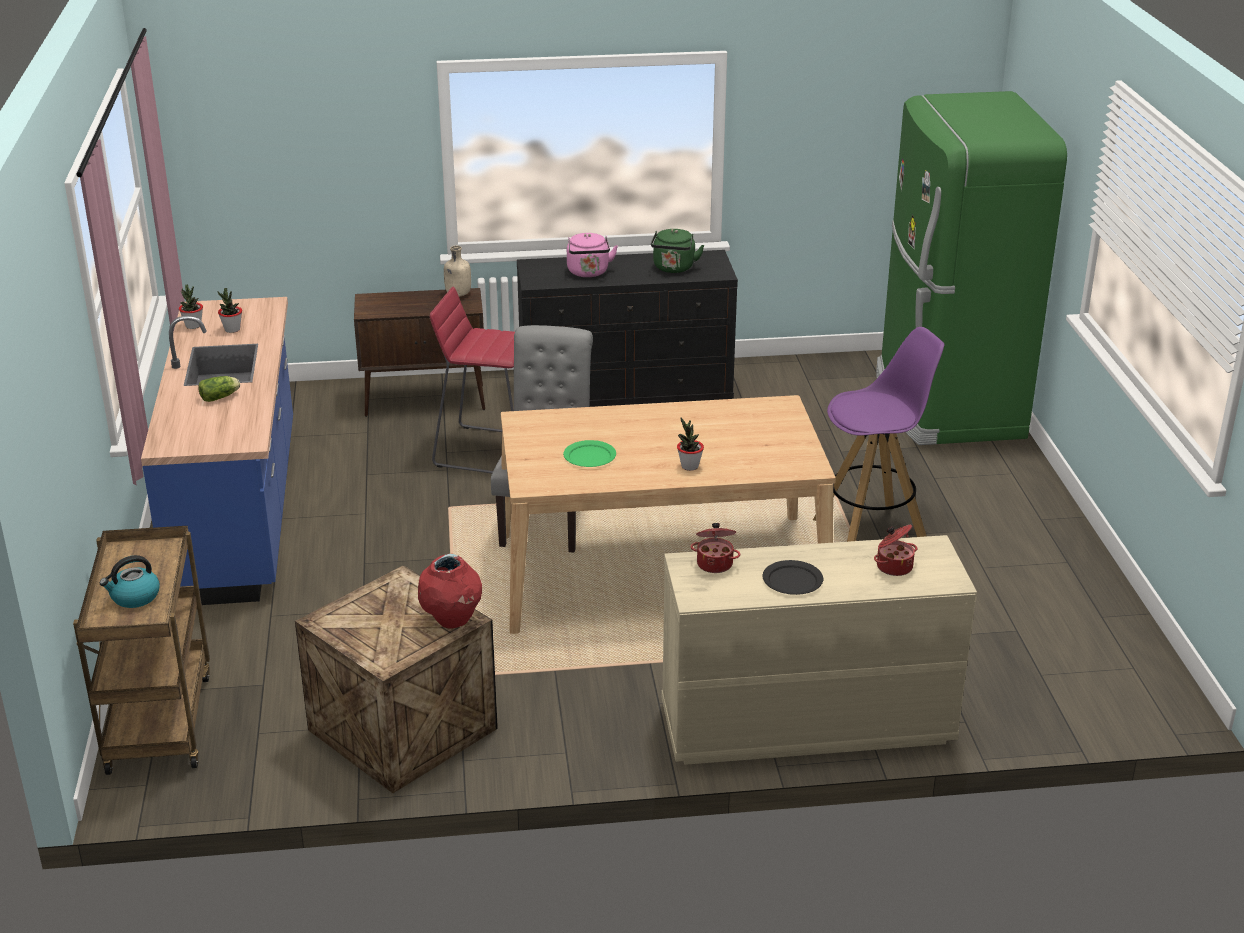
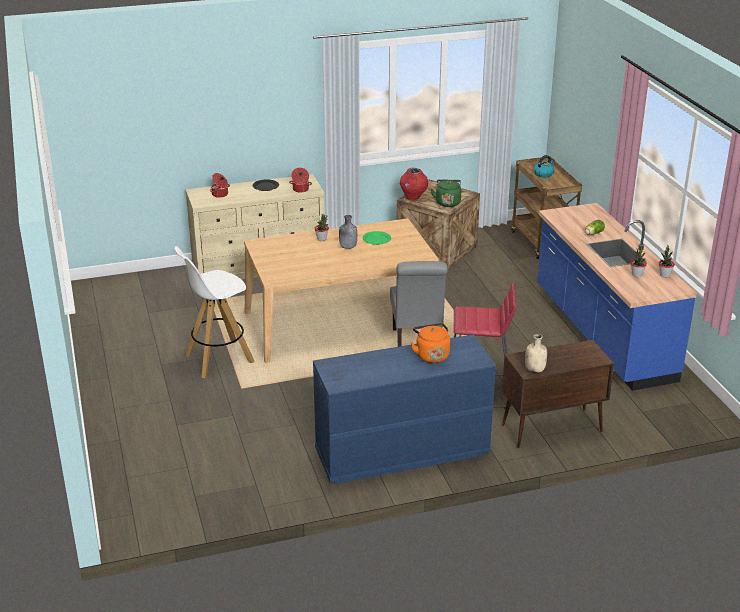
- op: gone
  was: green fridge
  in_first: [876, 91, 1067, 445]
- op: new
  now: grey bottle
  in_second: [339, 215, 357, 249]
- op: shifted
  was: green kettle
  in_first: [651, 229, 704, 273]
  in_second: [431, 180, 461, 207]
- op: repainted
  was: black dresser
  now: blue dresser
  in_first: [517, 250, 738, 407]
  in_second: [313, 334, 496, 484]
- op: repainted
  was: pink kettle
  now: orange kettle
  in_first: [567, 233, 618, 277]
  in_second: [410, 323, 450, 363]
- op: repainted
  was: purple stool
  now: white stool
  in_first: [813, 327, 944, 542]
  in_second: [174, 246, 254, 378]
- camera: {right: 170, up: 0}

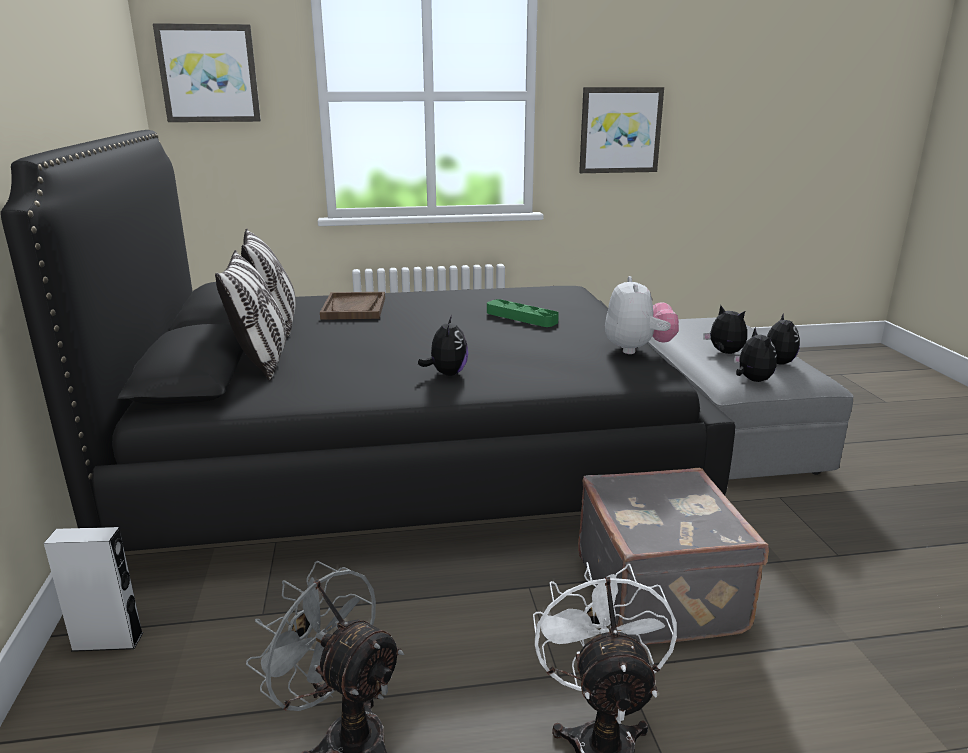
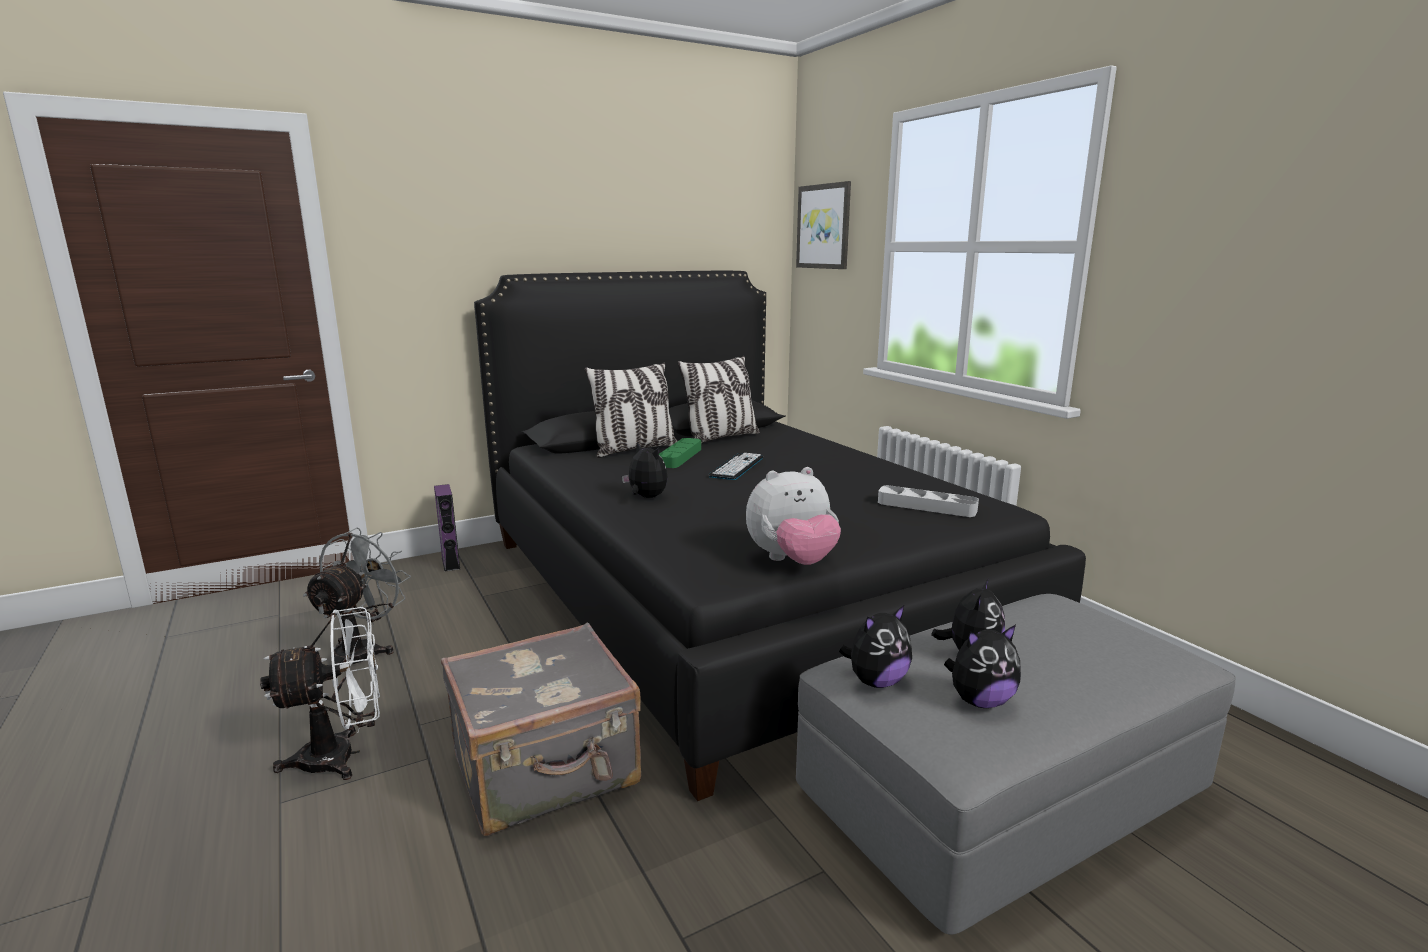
- op: gone
  was: brown tray
  in_first: [320, 292, 385, 320]
- op: gone
  was: picture
  in_first: [579, 87, 664, 173]
- op: new
  now: keyboard
  in_second: [708, 453, 763, 480]
- op: new
  now: grey tray
  in_second: [878, 485, 979, 517]
- op: shifted
  was: green tray
  in_first: [487, 299, 559, 327]
  in_second: [659, 438, 701, 468]
- op: repainted
  was: grey speaker
  now: purple speaker
  in_first: [44, 527, 144, 652]
  in_second: [434, 484, 460, 572]
- op: rotated
  was: plush toy
  in_first: [418, 315, 468, 376]
  in_second: [622, 442, 668, 498]
  clockwise: -120
- camera: {right: 70, up: -5}

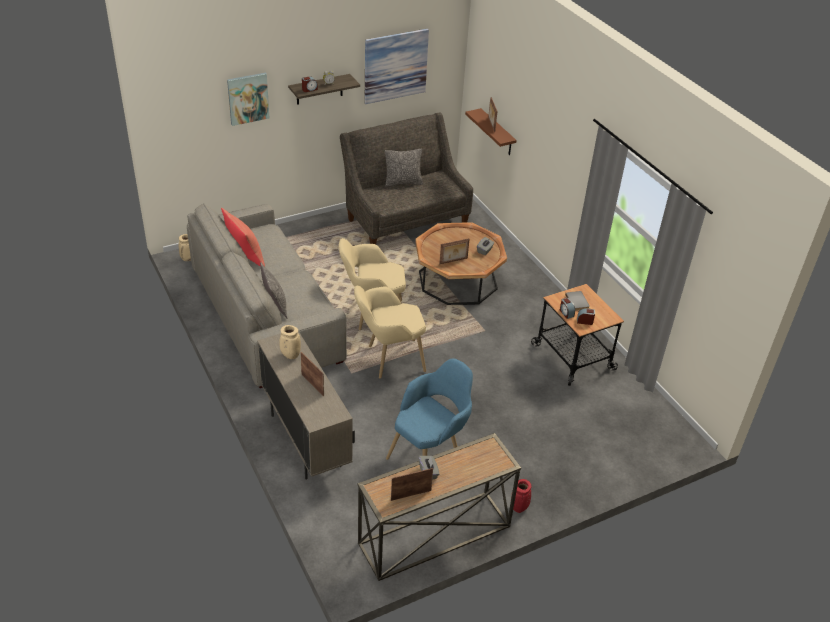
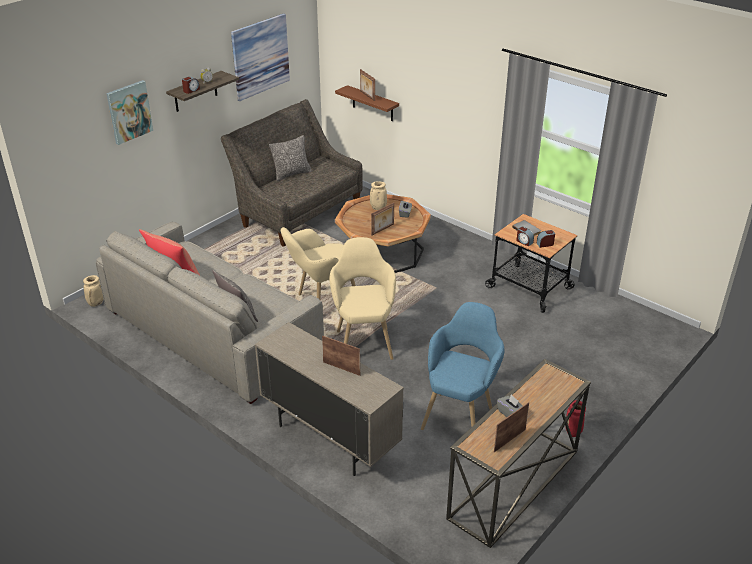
- op: shifted
  was: beige vase
  in_first: [279, 325, 301, 359]
  in_second: [370, 181, 387, 210]
- op: rotated
  was: beige armchair
  in_first: [354, 285, 426, 379]
  in_second: [329, 237, 396, 360]
  clockwise: 120
- camera: {right: -20, up: -5}

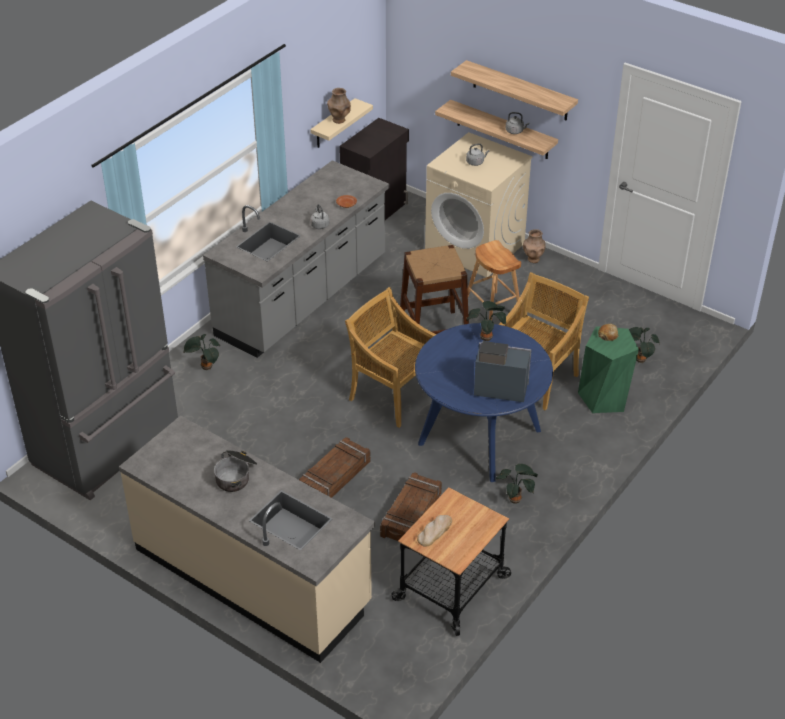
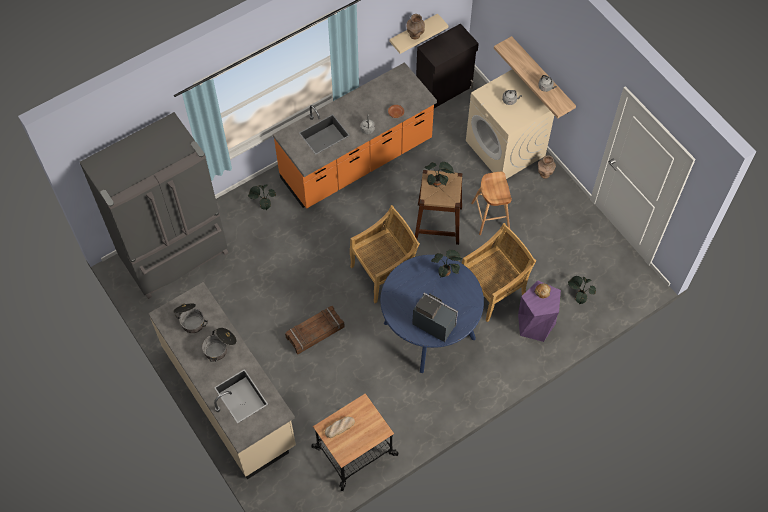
- op: gone
  was: crate
  in_first: [380, 472, 442, 541]
- op: gone
  was: shelf
  in_first: [451, 60, 578, 121]
- op: new
  now: cooking pot
  in_second: [173, 303, 208, 333]
- op: shifted
  was: potted plant
  in_first: [496, 464, 538, 504]
  in_second: [424, 162, 454, 187]
- op: repainted
  was: grey counter
  now: orange counter
  in_first: [203, 160, 389, 358]
  in_second: [273, 62, 437, 209]
- op: repainted
  was: green stool
  now: purple stool
  in_first: [578, 326, 639, 413]
  in_second: [518, 281, 561, 342]
- op: rotated
  was: beige chair
  in_first: [345, 287, 437, 428]
  in_second: [350, 205, 420, 303]
  clockwise: 90
- camera: {right: 20, up: 20}

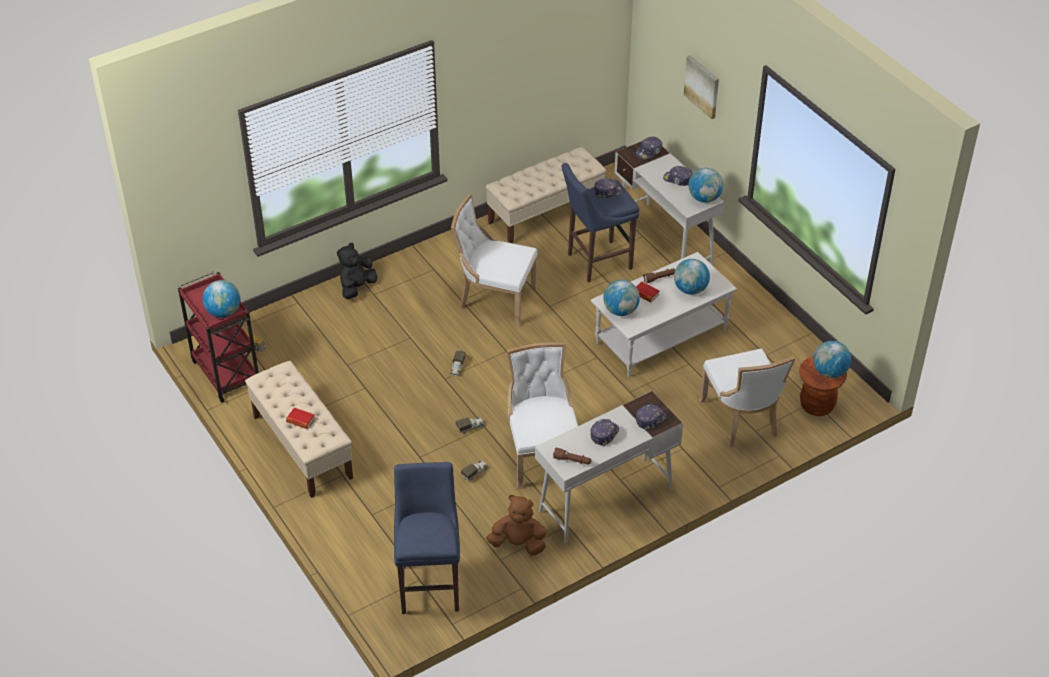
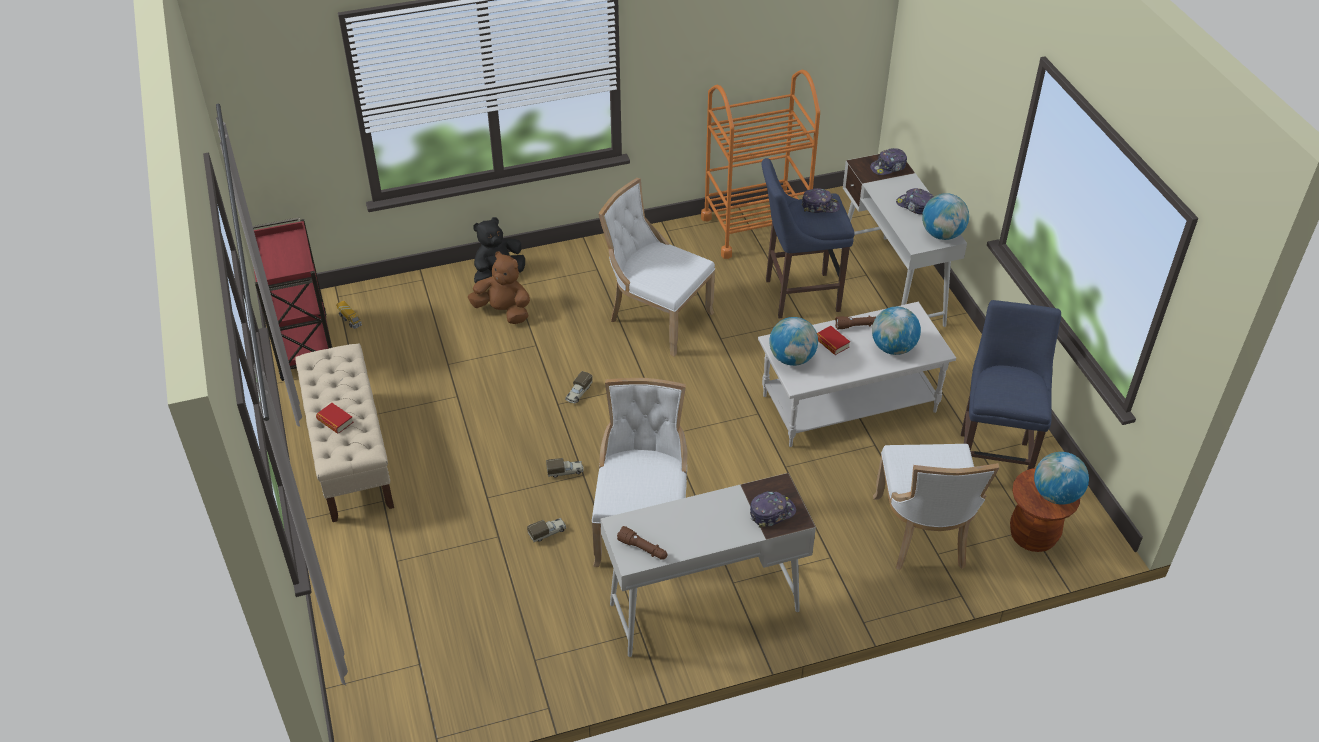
- op: gone
  was: globe
  in_first: [203, 280, 240, 318]
- op: gone
  was: cap
  in_first: [590, 419, 619, 447]
- op: gone
  was: picture
  in_first: [684, 56, 719, 119]
- op: shifted
  was: blue stool
  in_first: [394, 462, 460, 614]
  in_second: [961, 300, 1061, 470]
- op: shifted
  was: brown plush toy
  in_first: [486, 495, 547, 555]
  in_second: [468, 251, 530, 324]
- op: swapped
  was: beige bench
  now: orange cart
  in_first: [485, 147, 606, 243]
  in_second: [701, 69, 820, 259]
- camera: {right: 15, up: 0}

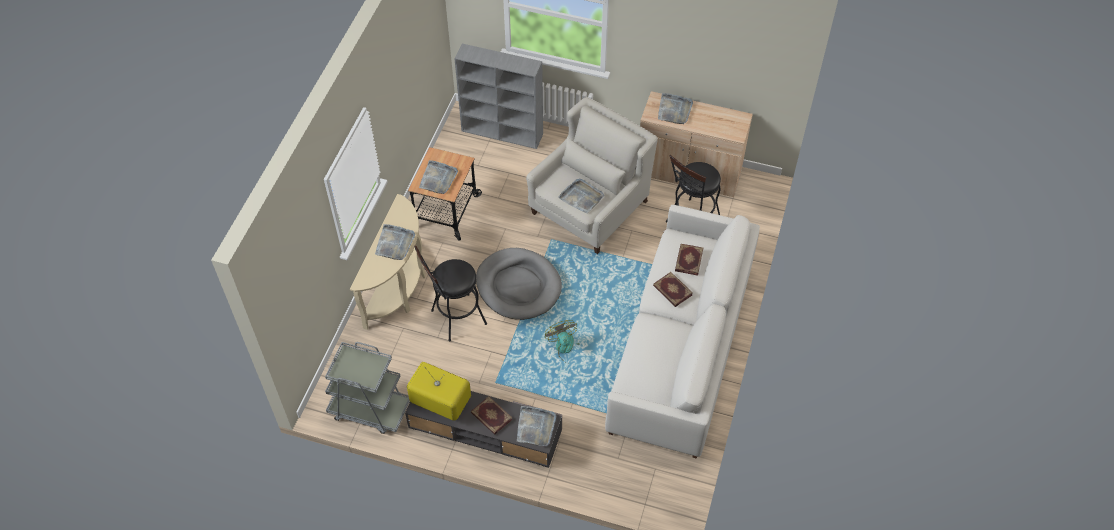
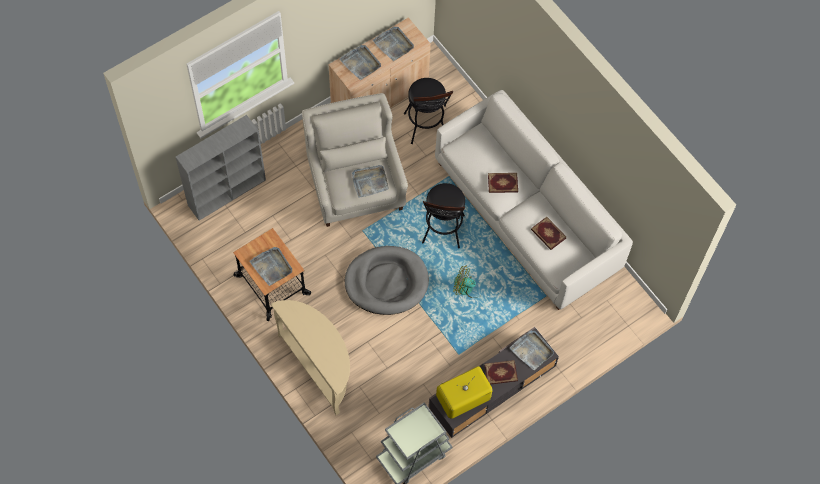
- op: shifted
  was: grey tray
  in_first: [375, 224, 415, 260]
  in_second: [372, 26, 414, 61]
- op: shifted
  was: black stool
  in_first: [414, 246, 487, 341]
  in_second: [422, 183, 465, 248]
- op: shifted
  was: book
  in_first: [675, 244, 703, 276]
  in_second: [531, 217, 566, 250]
- camera: {right: -55, up: 10}

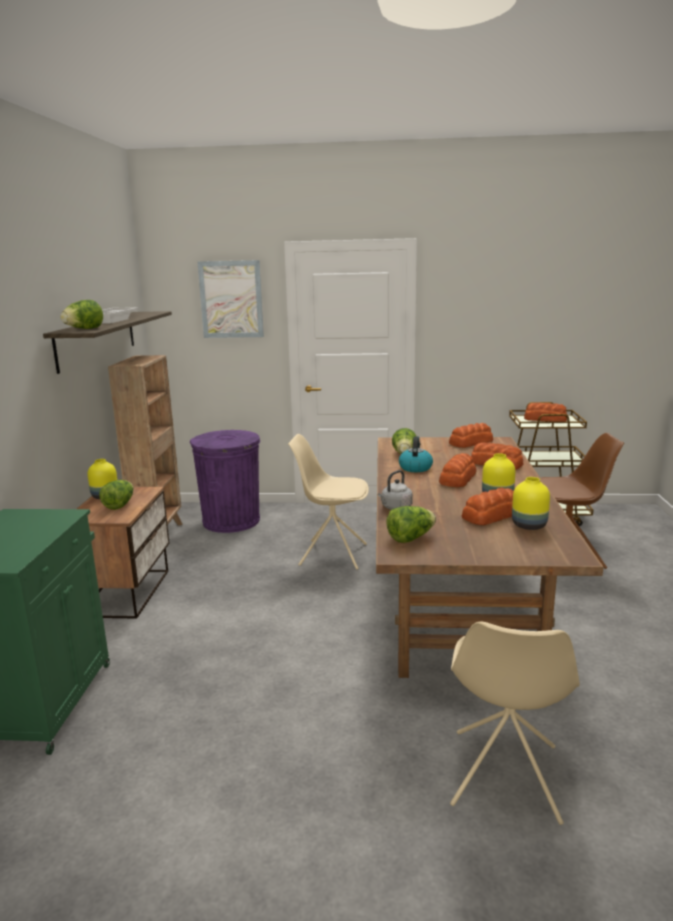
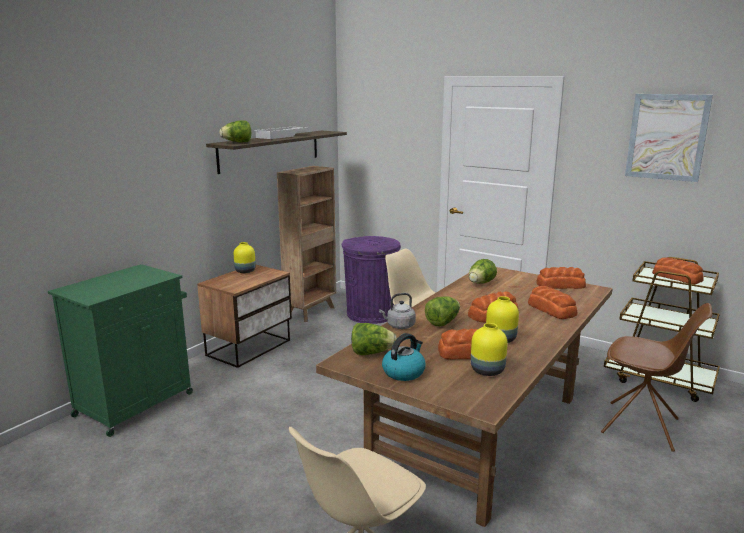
- op: shifted
  was: lettuce
  in_first: [99, 480, 134, 510]
  in_second: [425, 296, 460, 326]
- op: shifted
  was: picture
  in_first: [198, 260, 264, 338]
  in_second: [625, 94, 713, 182]
- op: shifted
  was: kettle
  in_first: [399, 436, 433, 472]
  in_second: [382, 333, 426, 381]
- camera: {right: 30, up: 0}

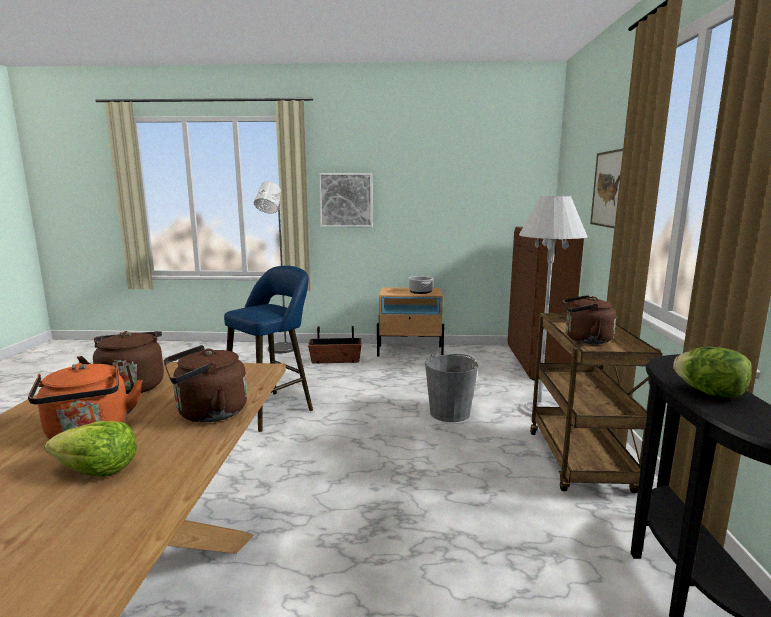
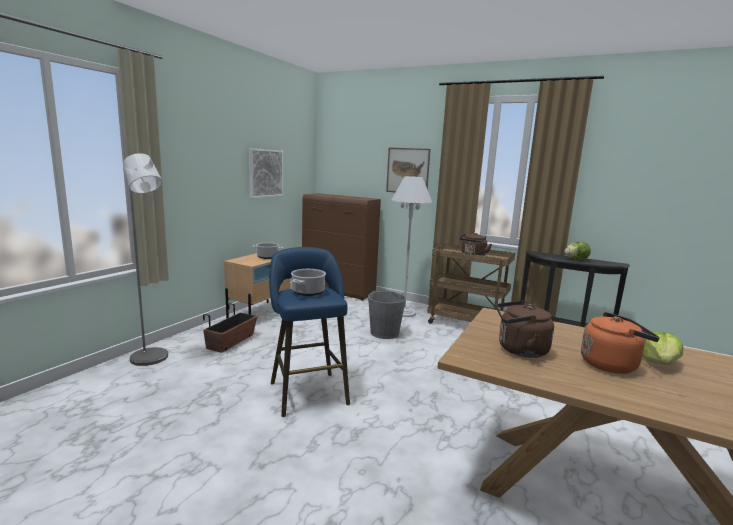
- op: gone
  was: brown kettle
  in_first: [164, 345, 247, 423]
- op: new
  now: cooking pot
  in_second: [291, 269, 326, 296]
- op: shifted
  was: picture
  in_first: [319, 173, 373, 227]
  in_second: [249, 148, 283, 198]
- camera: {right: -65, up: 0}

